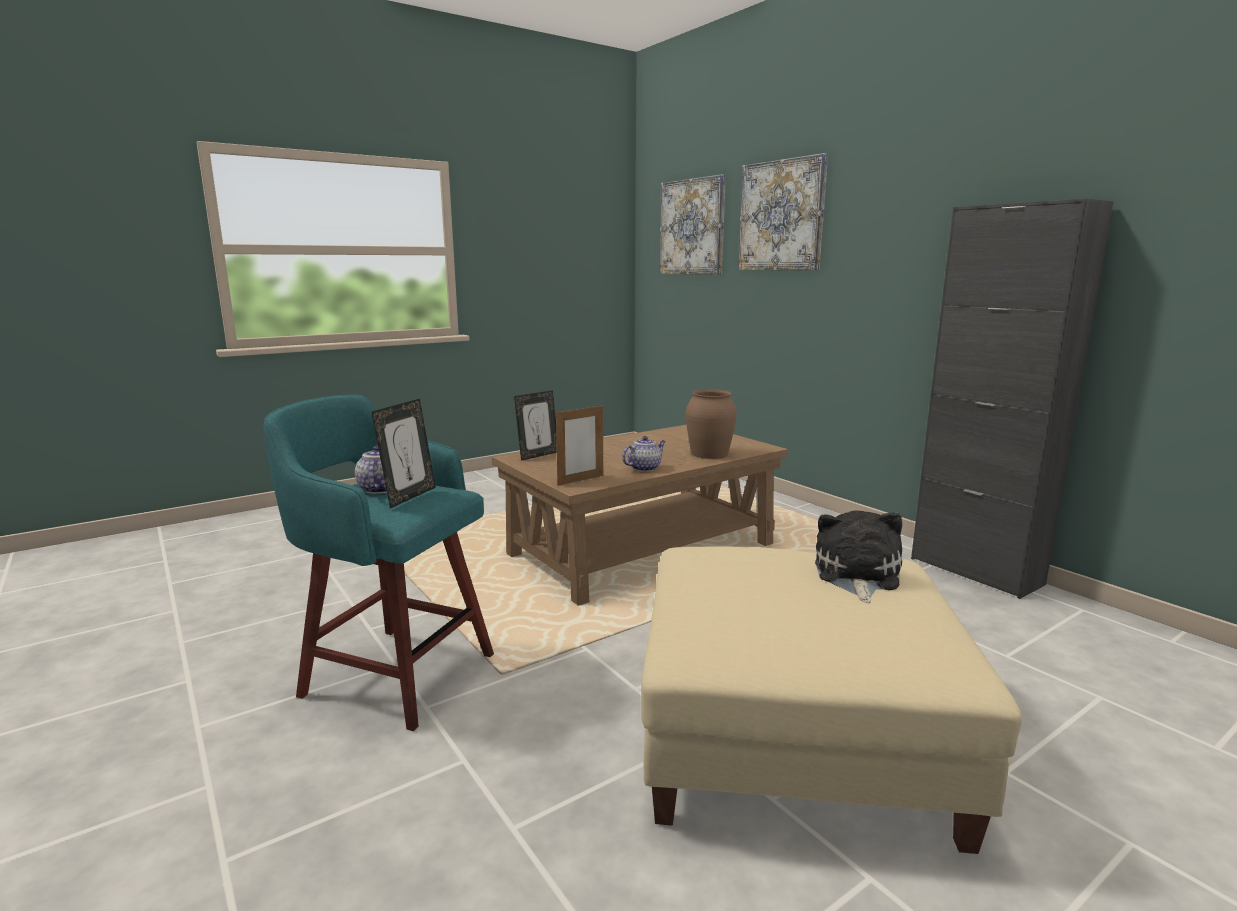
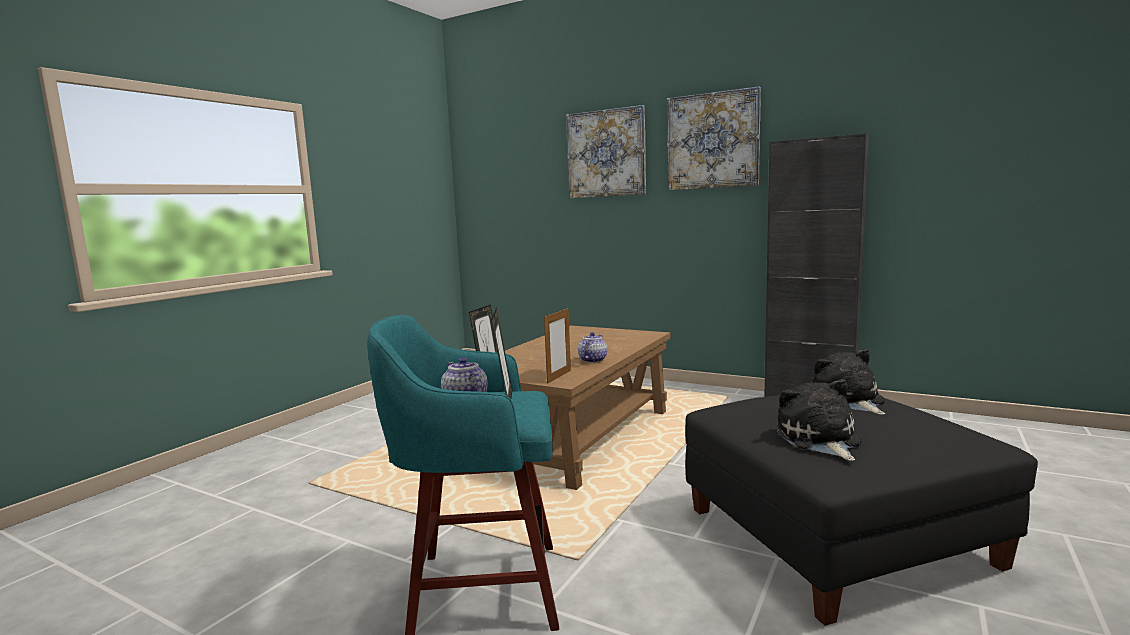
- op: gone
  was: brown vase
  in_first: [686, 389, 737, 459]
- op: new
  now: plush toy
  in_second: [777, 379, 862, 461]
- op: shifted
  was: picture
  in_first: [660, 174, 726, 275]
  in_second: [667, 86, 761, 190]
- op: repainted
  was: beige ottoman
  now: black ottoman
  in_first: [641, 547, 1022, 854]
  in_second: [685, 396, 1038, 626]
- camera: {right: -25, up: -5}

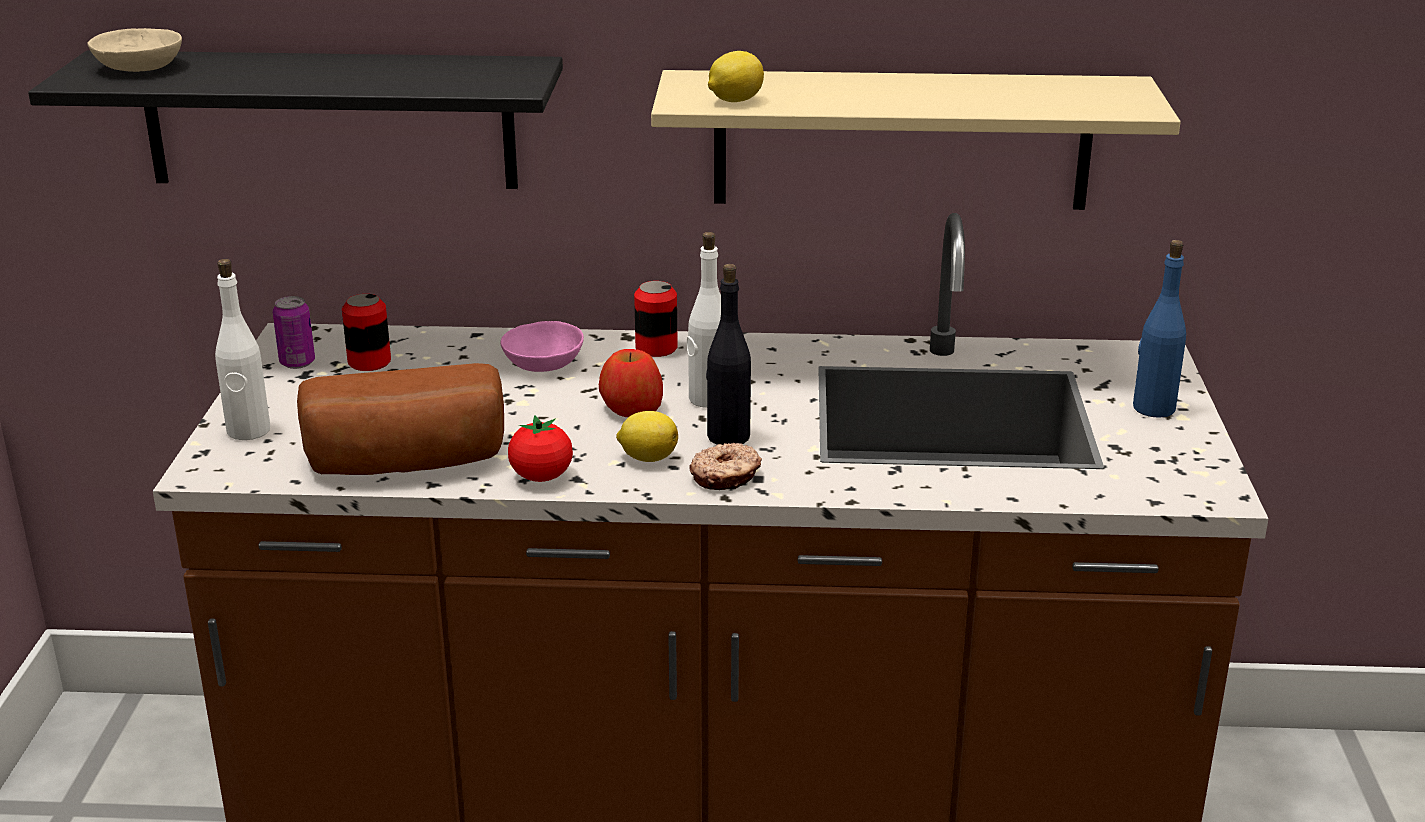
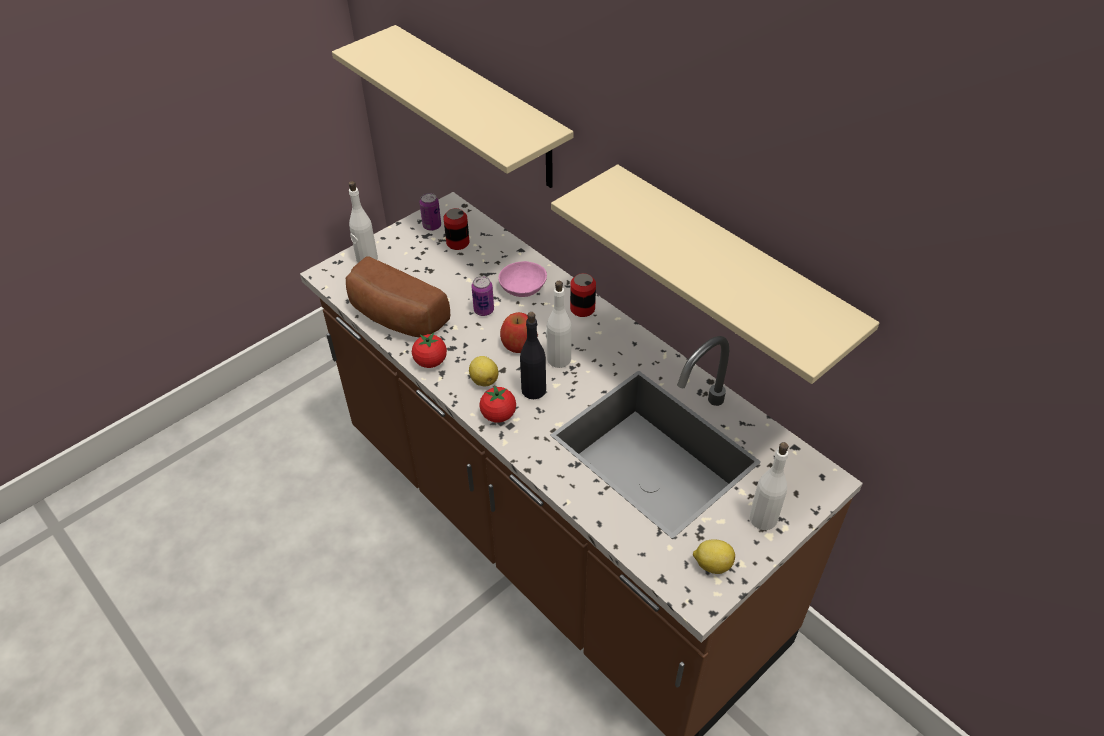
- op: gone
  was: beige bowl
  in_first: [88, 28, 182, 72]
- op: new
  now: can
  in_second: [471, 276, 494, 316]
- op: shifted
  was: lemon
  in_first: [708, 51, 764, 102]
  in_second: [693, 539, 735, 574]
- op: swapped
  was: donut
  now: tomato
  in_first: [689, 443, 762, 490]
  in_second: [479, 385, 516, 423]
- op: repainted
  was: black shelf
  now: beige shelf
  in_first: [28, 50, 563, 189]
  in_second: [332, 25, 573, 188]
- op: repainted
  was: blue bottle
  now: white bottle
  in_first: [1133, 240, 1186, 418]
  in_second: [750, 442, 789, 530]
- camera: {right: 45, up: 20}

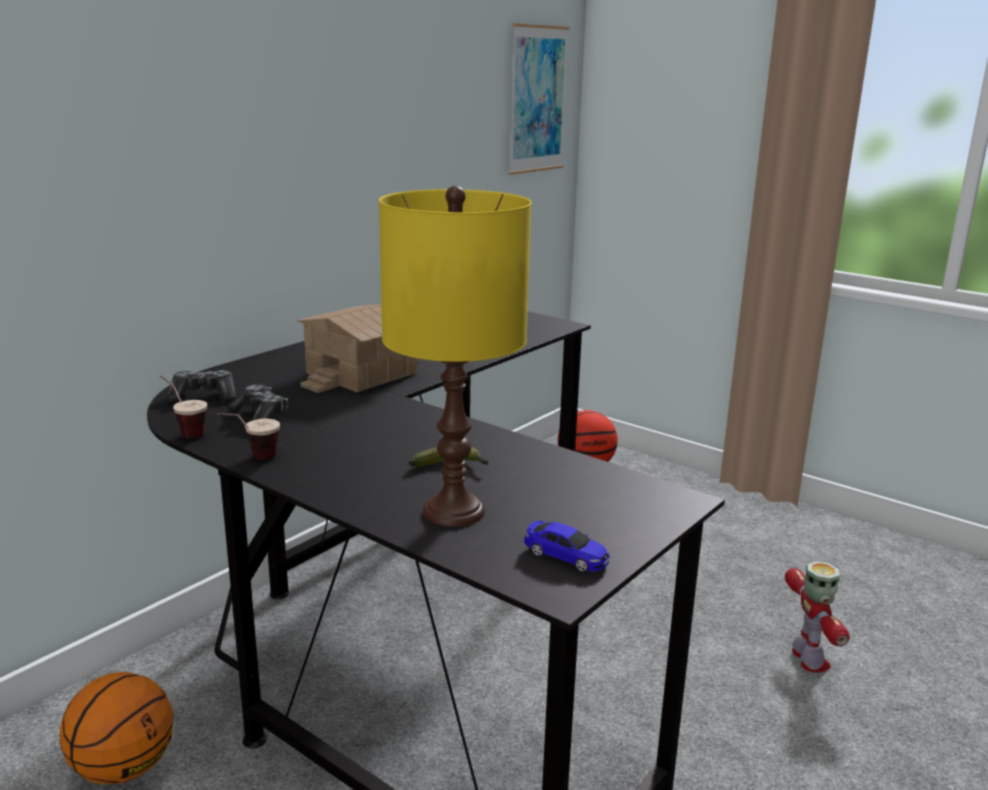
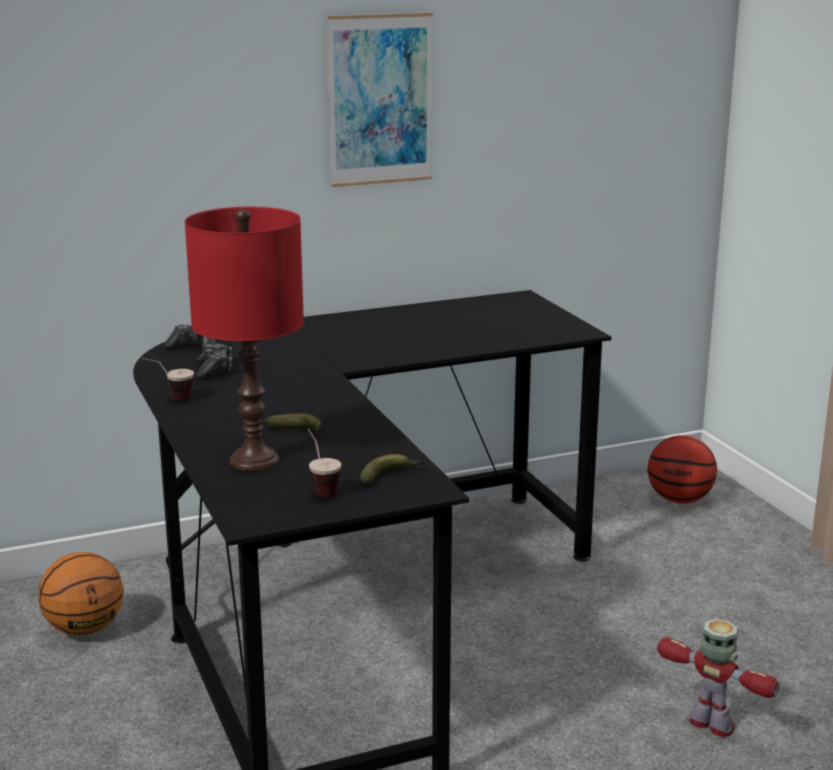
- op: gone
  was: toy house
  in_first: [297, 304, 419, 393]
- op: gone
  was: toy car
  in_first: [524, 520, 609, 572]
- op: new
  now: banana
  in_second: [360, 454, 423, 484]
- op: shifted
  was: cup
  in_first: [160, 375, 207, 439]
  in_second: [308, 429, 341, 497]
- op: shifted
  was: picture
  in_first: [508, 23, 570, 175]
  in_second: [327, 13, 433, 187]
- op: repainted
  was: yellow table lamp
  now: red table lamp
  in_first: [379, 186, 532, 527]
  in_second: [185, 207, 304, 471]
- op: rotated
  was: toy robot
  in_first: [785, 561, 850, 672]
  in_second: [657, 619, 779, 737]
  clockwise: -75
- camera: {right: 30, up: 0}

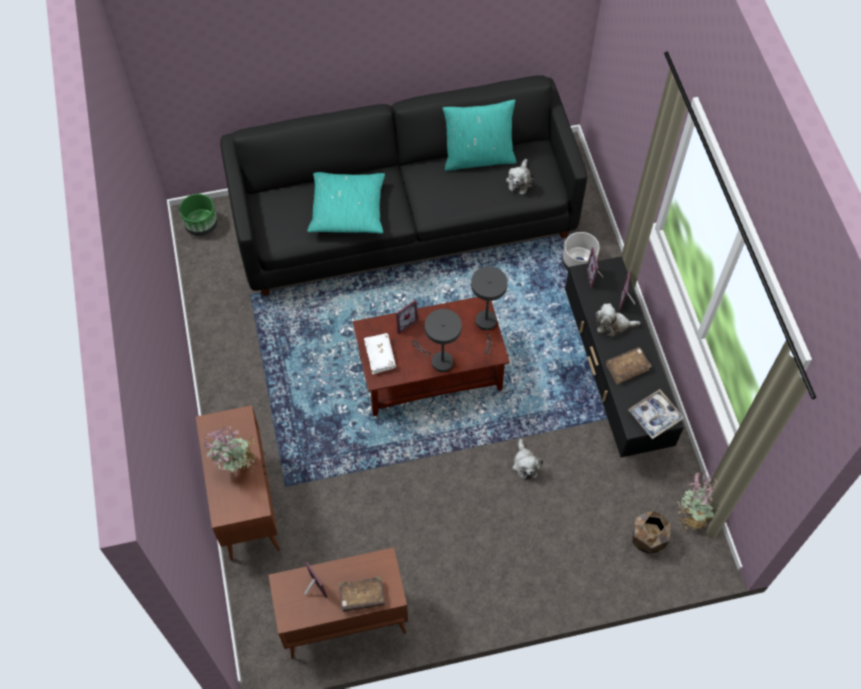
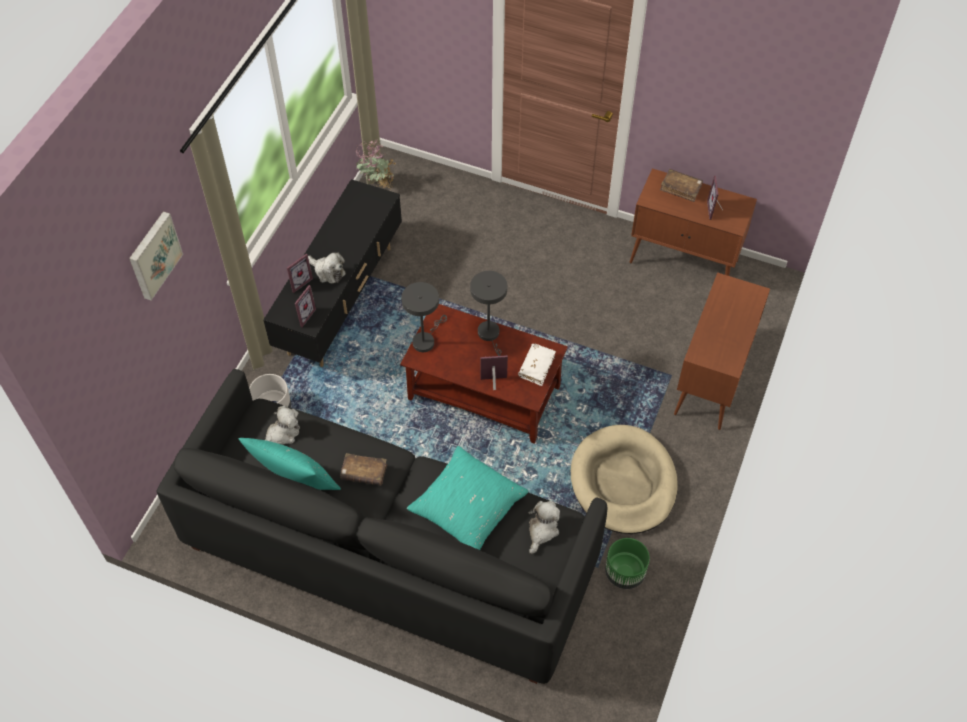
- op: gone
  was: potted plant
  in_first: [203, 426, 257, 474]
- op: gone
  was: tray
  in_first: [628, 389, 683, 439]
- op: gone
  was: brown planter
  in_first: [631, 511, 671, 554]
- op: new
  now: picture
  in_second: [129, 211, 183, 300]
- op: new
  now: beige dog bed
  in_second: [571, 425, 678, 534]
- op: shifted
  was: green planter
  in_first: [179, 194, 218, 236]
  in_second: [605, 538, 650, 589]
- op: shifted
  was: plush toy
  in_first: [512, 438, 543, 480]
  in_second: [528, 501, 560, 554]
- op: shifted
  was: brown book
  in_first: [606, 347, 652, 385]
  in_second: [340, 453, 387, 486]
- camera: {right: -145, up: -5}

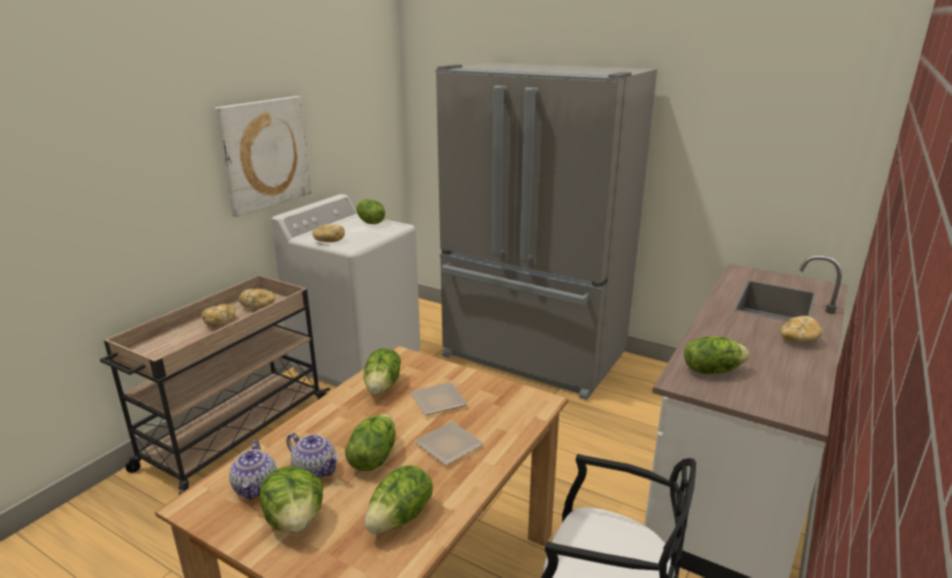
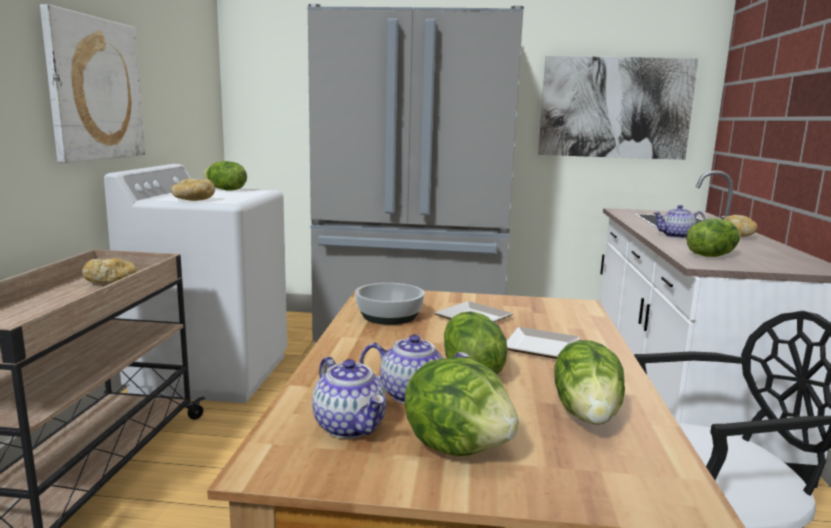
- op: gone
  was: bread
  in_first: [201, 304, 236, 327]
- op: new
  now: picture
  in_second: [538, 56, 699, 160]
- op: new
  now: teapot
  in_second: [654, 205, 705, 238]
- op: swapped
  was: lettuce
  now: bowl
  in_first: [364, 348, 401, 395]
  in_second: [355, 283, 425, 325]
- camera: {right: -25, up: -10}

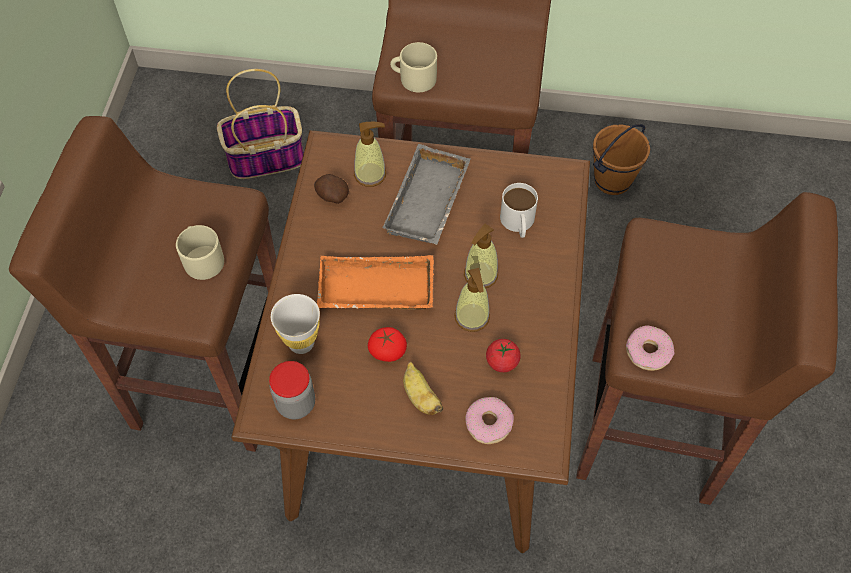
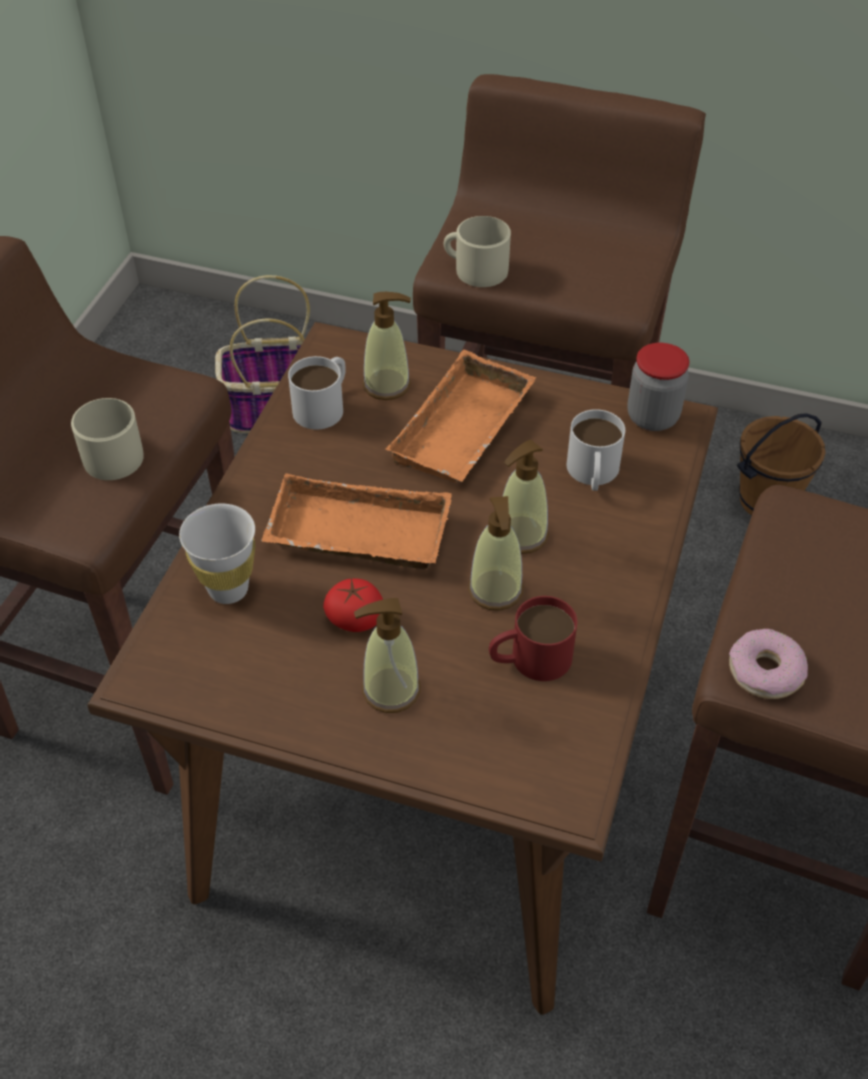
- op: gone
  was: donut
  in_first: [465, 397, 514, 444]
- op: shifted
  was: jar
  in_first: [269, 361, 315, 419]
  in_second: [627, 343, 689, 431]
- op: swapped
  was: potato
  now: white mug
  in_first: [314, 174, 349, 204]
  in_second: [288, 356, 346, 429]
- op: swapped
  was: banana
  now: soap dispenser
  in_first: [403, 362, 444, 415]
  in_second: [354, 598, 421, 713]
- op: swapped
  was: tomato
  now: red mug
  in_first: [486, 339, 520, 372]
  in_second: [489, 596, 577, 681]
- op: repainted
  was: grey tray
  now: orange tray
  in_first: [382, 144, 470, 245]
  in_second: [385, 350, 536, 482]
- camera: {right: 10, up: -10}

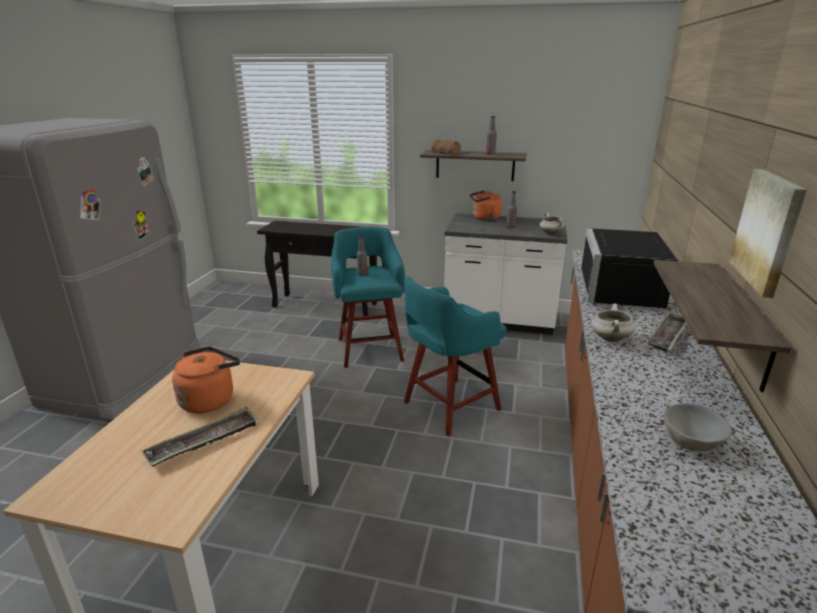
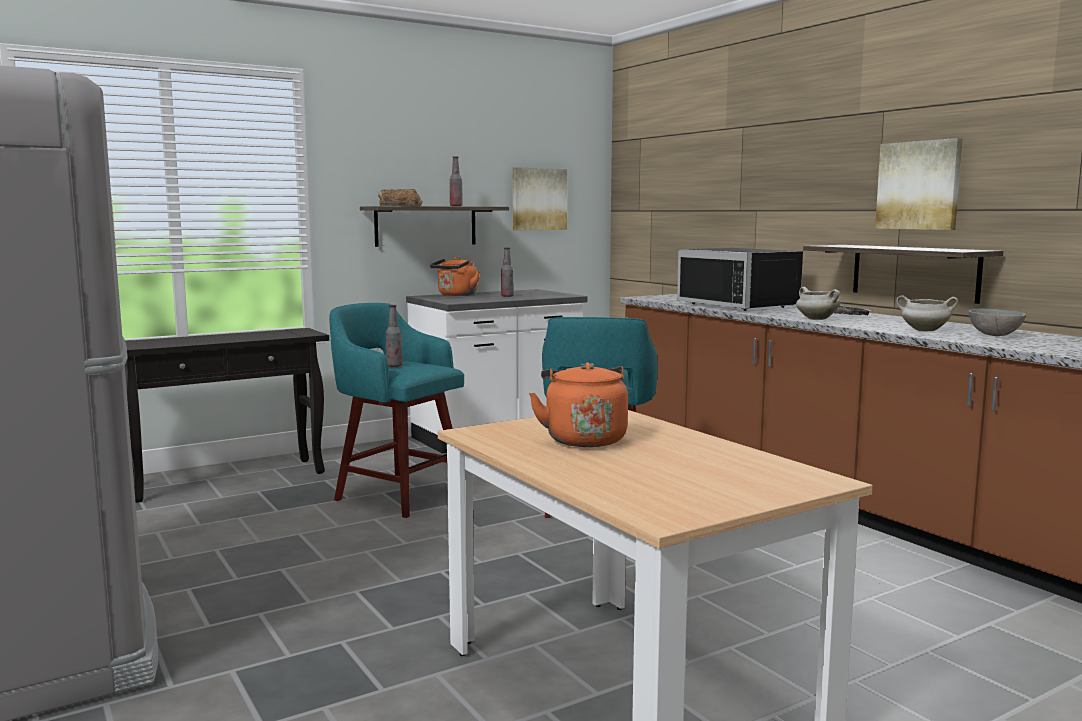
- op: gone
  was: tray
  in_first: [141, 407, 258, 467]
- op: new
  now: picture
  in_second: [513, 167, 567, 230]
- op: shifted
  was: white cooking pot
  in_first: [540, 213, 565, 235]
  in_second: [896, 295, 958, 332]
- camera: {right: -45, up: -15}

